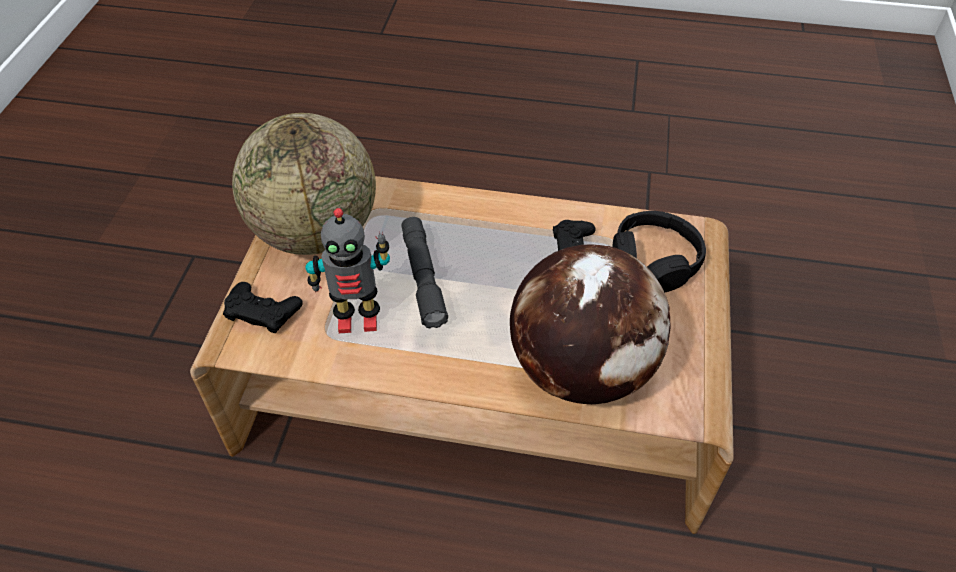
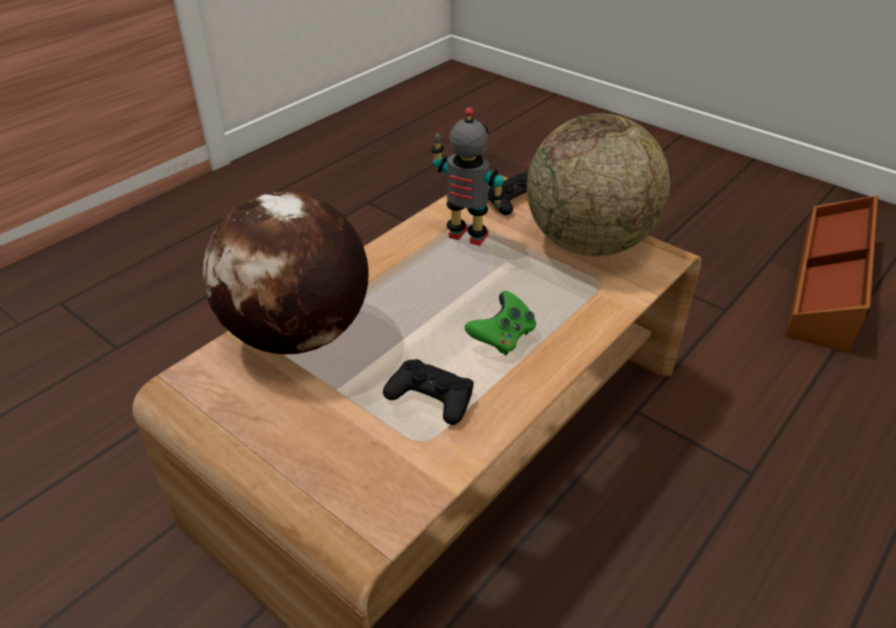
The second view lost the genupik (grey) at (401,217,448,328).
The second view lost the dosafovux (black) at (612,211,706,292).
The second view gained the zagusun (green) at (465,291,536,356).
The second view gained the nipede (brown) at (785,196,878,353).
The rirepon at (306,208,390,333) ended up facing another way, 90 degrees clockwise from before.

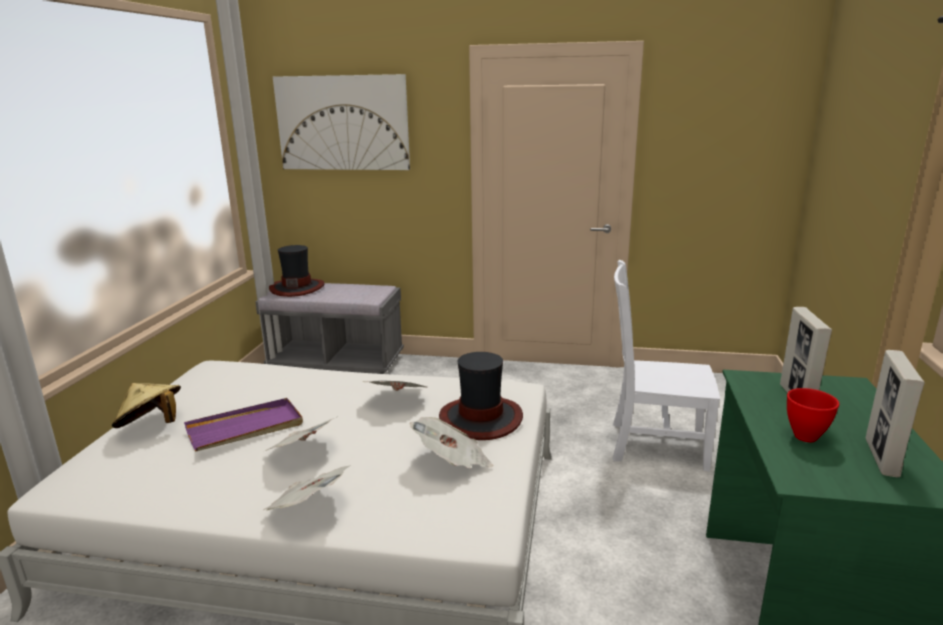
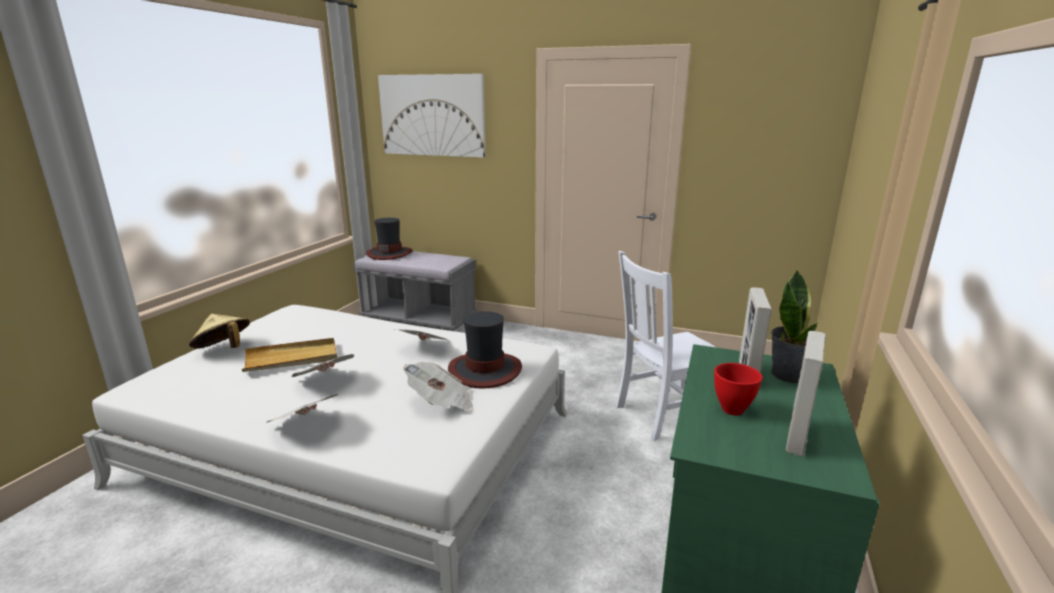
The second view gained the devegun at (771,269,818,383).
What was the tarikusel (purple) at (184,398,303,451) turned into the tarikusel (beige) at (242,338,337,372).
The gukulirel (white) at (612,260,720,472) ended up facing another way, 45 degrees counterclockwise from before.

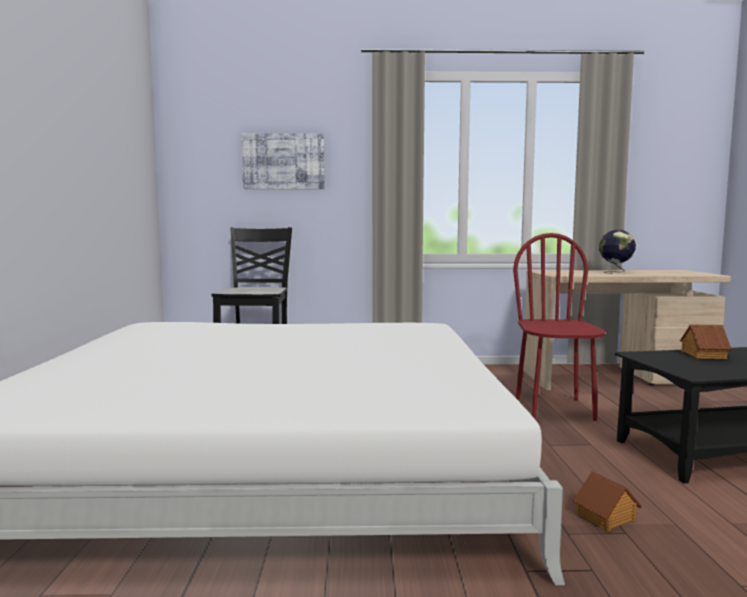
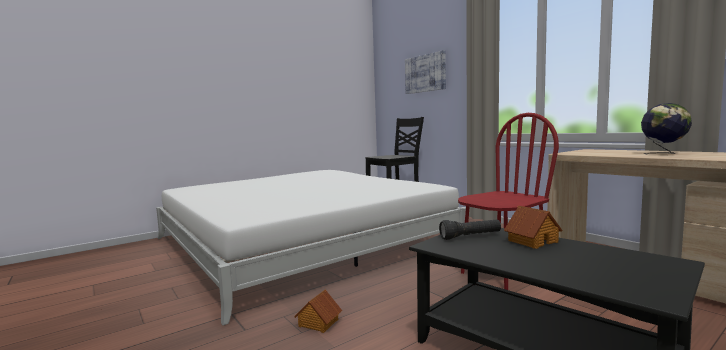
The second view gained the genupik (black) at (439,220,501,240).

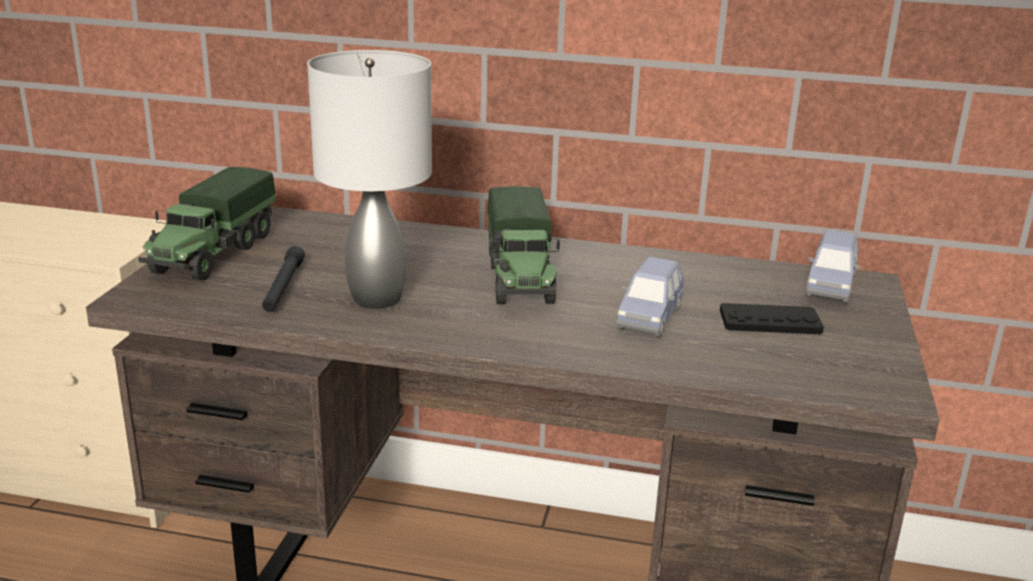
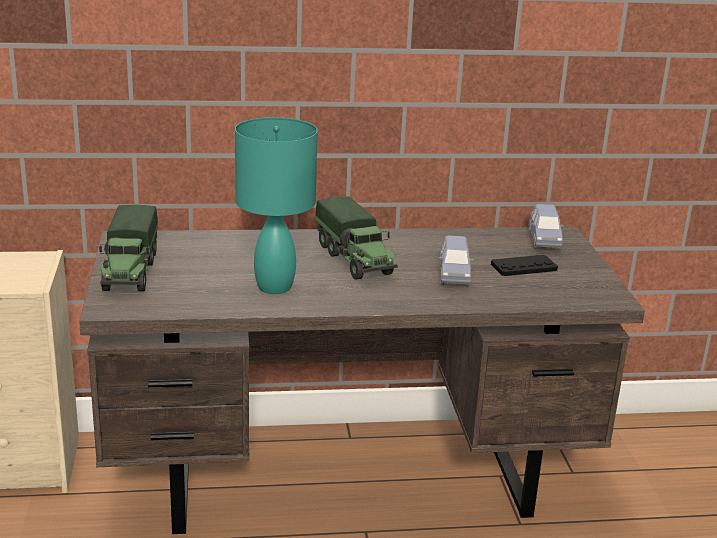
The second view lost the genupik (black) at (262,246,305,312).
What was the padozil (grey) at (307,50,432,309) turned into the padozil (turquoise) at (235,117,318,294).

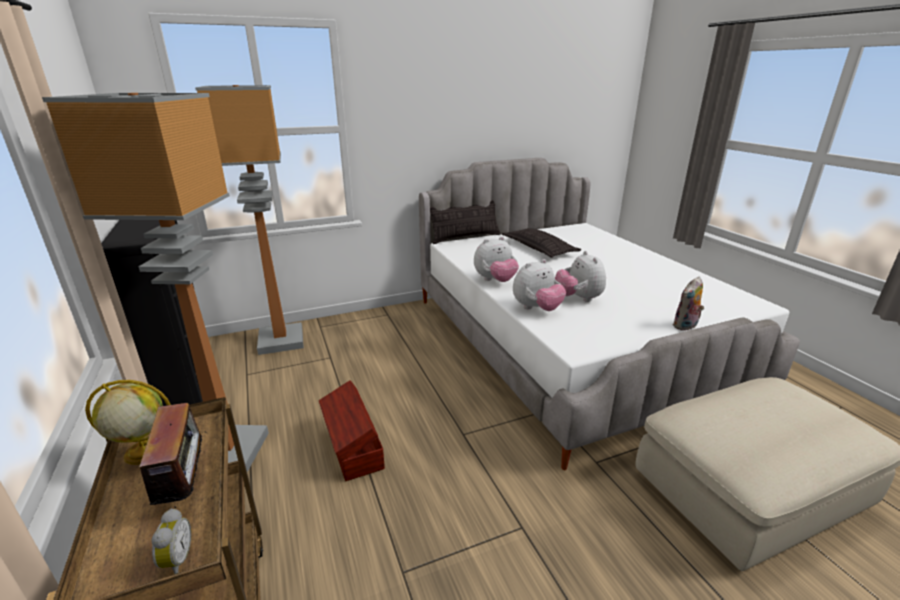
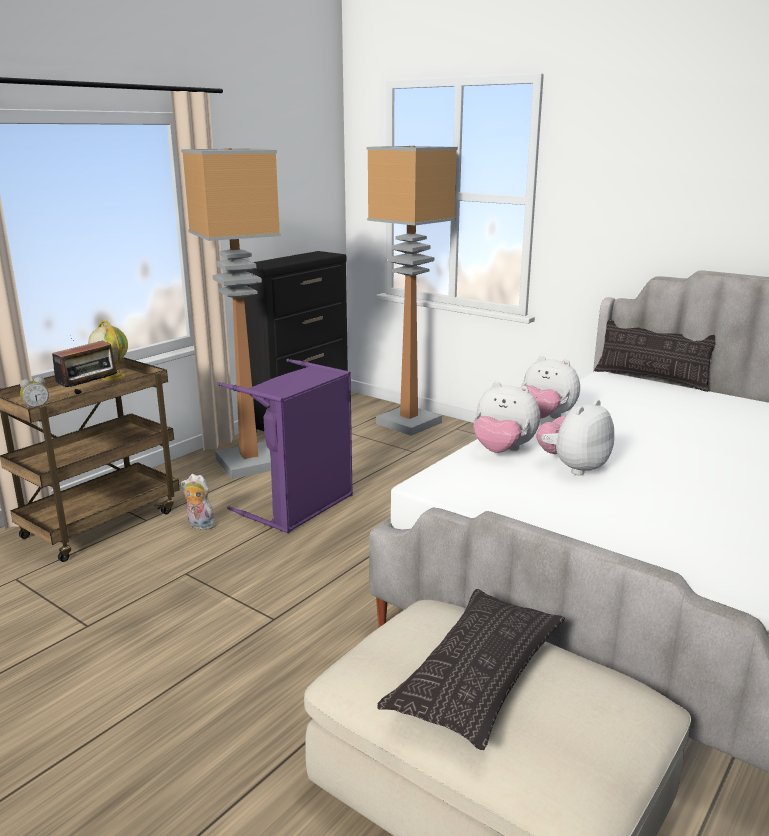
The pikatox ended up elsewhere, having gone from (502,228,582,258) to (377,589,565,750).
The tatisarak ended up elsewhere, having gone from (673,277,704,331) to (181,474,215,530).
Where the nipede (brown) stood at (319,380,385,481), the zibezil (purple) came to stand at (217,359,353,533).

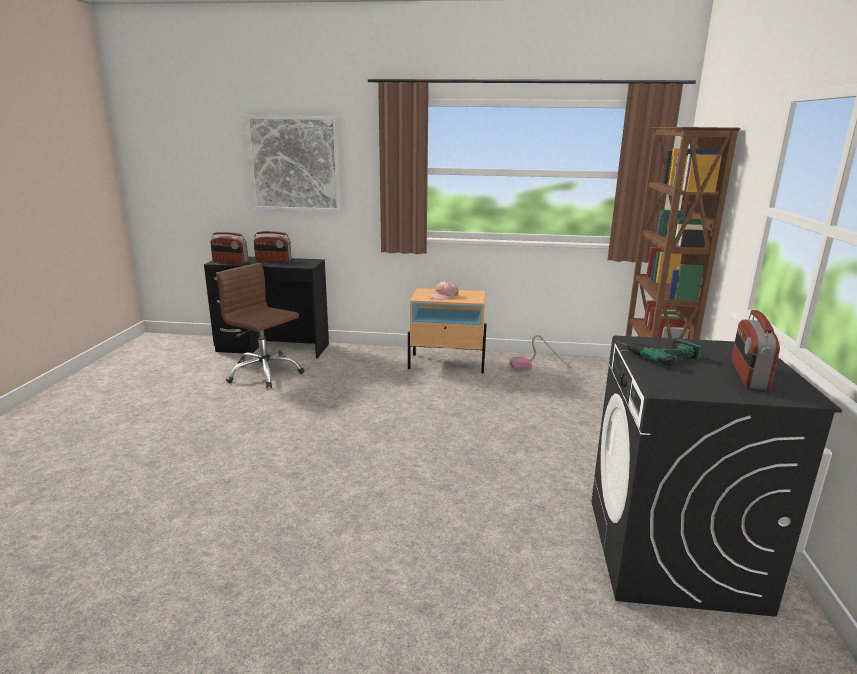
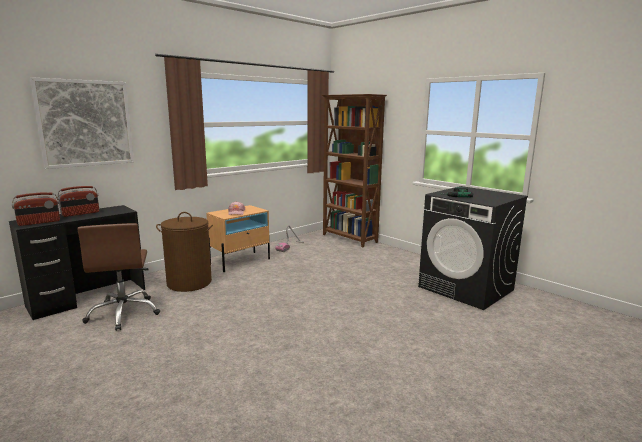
The second view lost the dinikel at (732,310,780,390).
The second view gained the zibezil (brown) at (156,212,213,292).
The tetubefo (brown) at (216,263,304,388) ended up facing another way, 90 degrees counterclockwise from before.

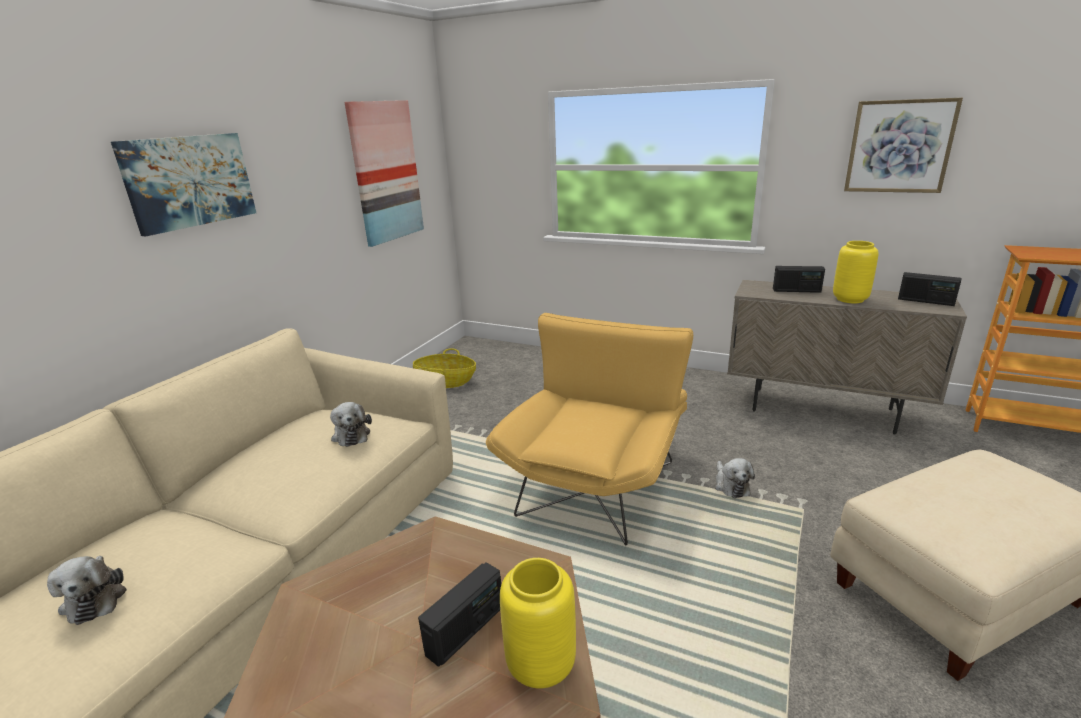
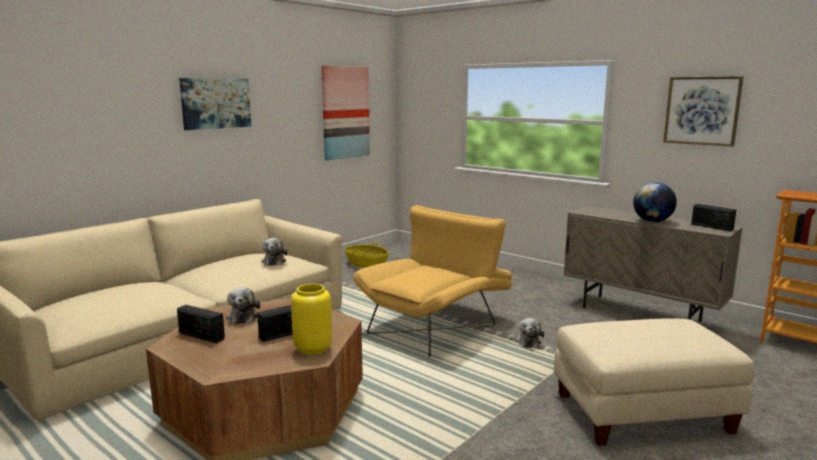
The tatisarak ended up elsewhere, having gone from (47,556,127,625) to (226,287,260,324).
The dinikel ended up elsewhere, having gone from (773,266,825,293) to (177,305,225,343).
Where the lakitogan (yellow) stood at (833,241,879,303), the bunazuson came to stand at (633,182,677,222).

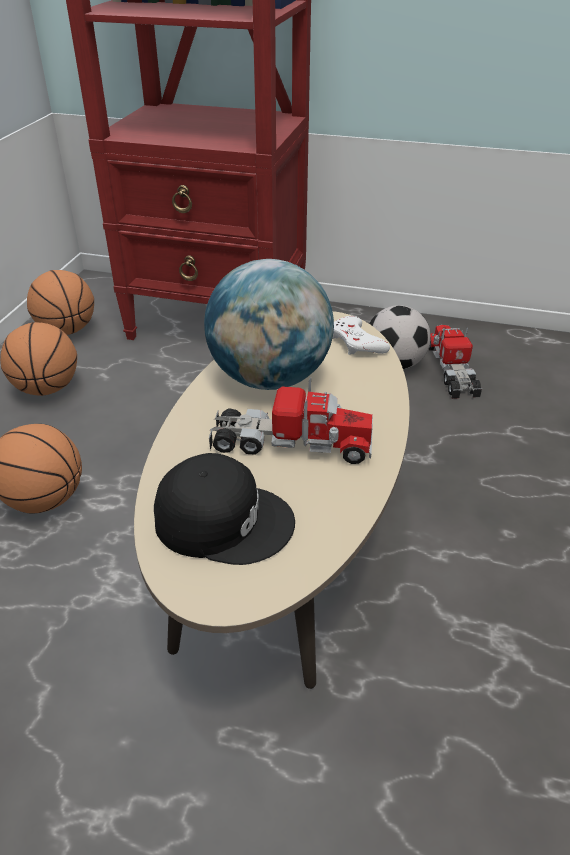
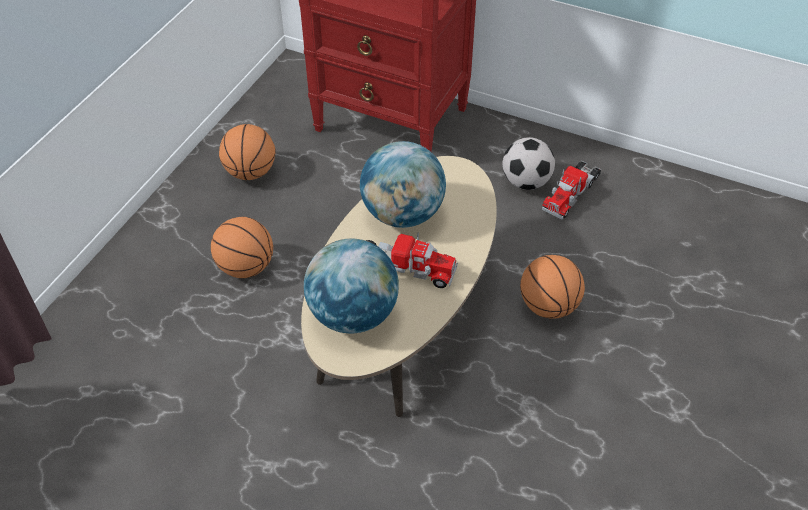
The second view lost the zagusun (white) at (332,316,390,355).
The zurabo ended up elsewhere, having gone from (27,270,94,335) to (520,255,585,319).
Where the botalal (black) stood at (154,453,295,565), the bunazuson came to stand at (304,238,399,334).
The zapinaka at (429,325,482,399) ended up facing another way, 150 degrees counterclockwise from before.

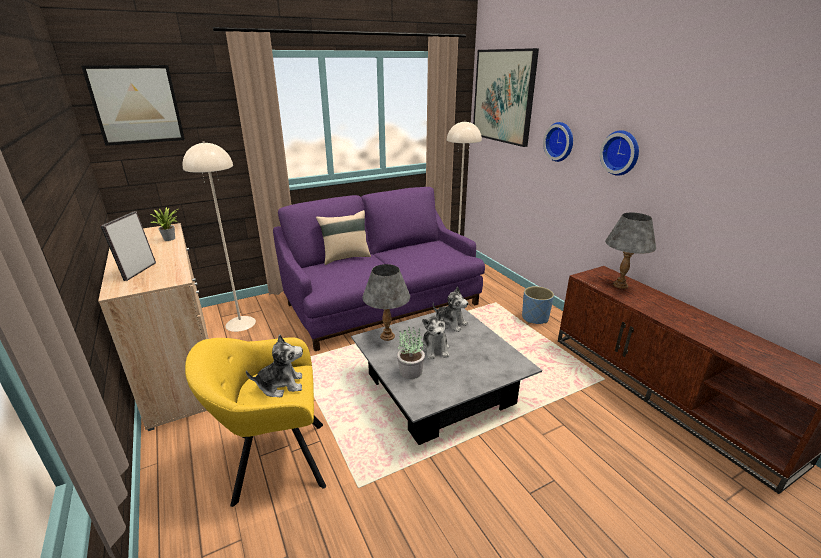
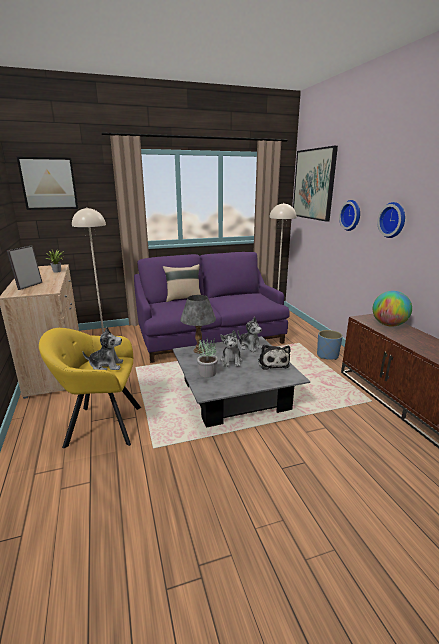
The second view gained the tatisarak at (258,345,290,370).
Where the padozil (grey) stood at (605,212,656,289), the bunazuson came to stand at (373,291,412,327).

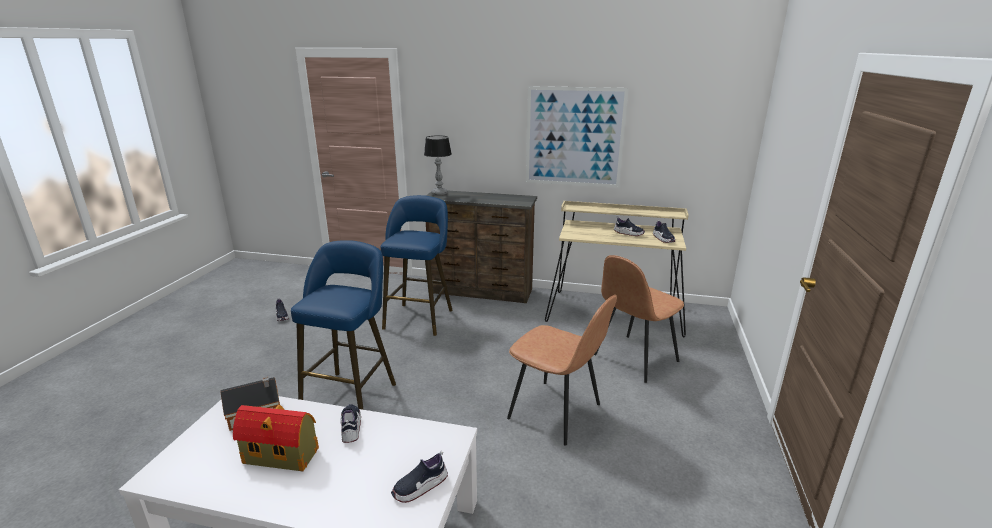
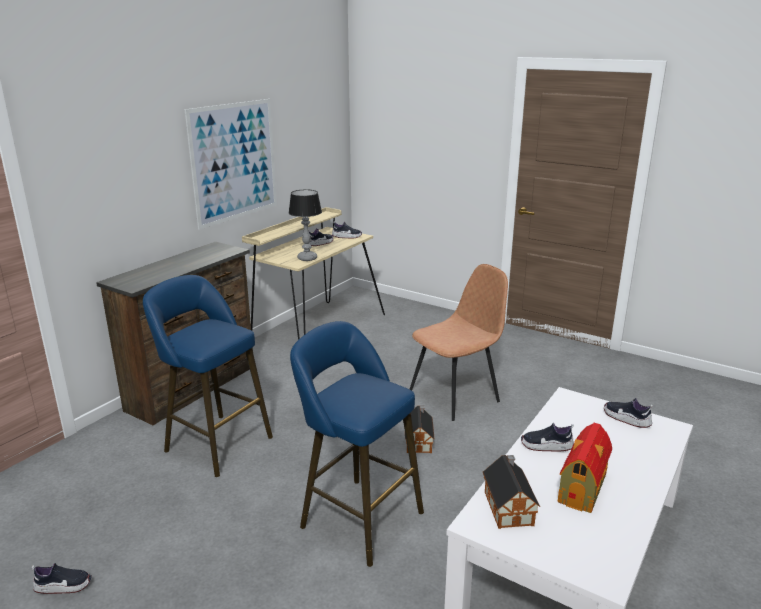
The second view lost the gukulirel (brown) at (594,255,684,383).
The second view gained the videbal at (405,406,435,453).
The padozil ended up elsewhere, having gone from (424,135,452,195) to (289,189,322,261).
The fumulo at (391,450,448,503) ended up facing another way, 150 degrees clockwise from before.

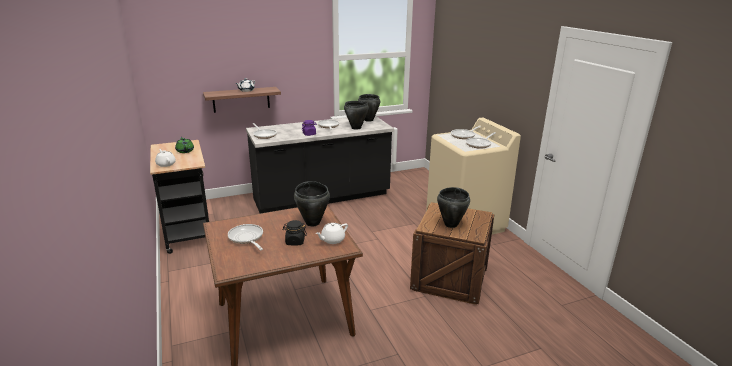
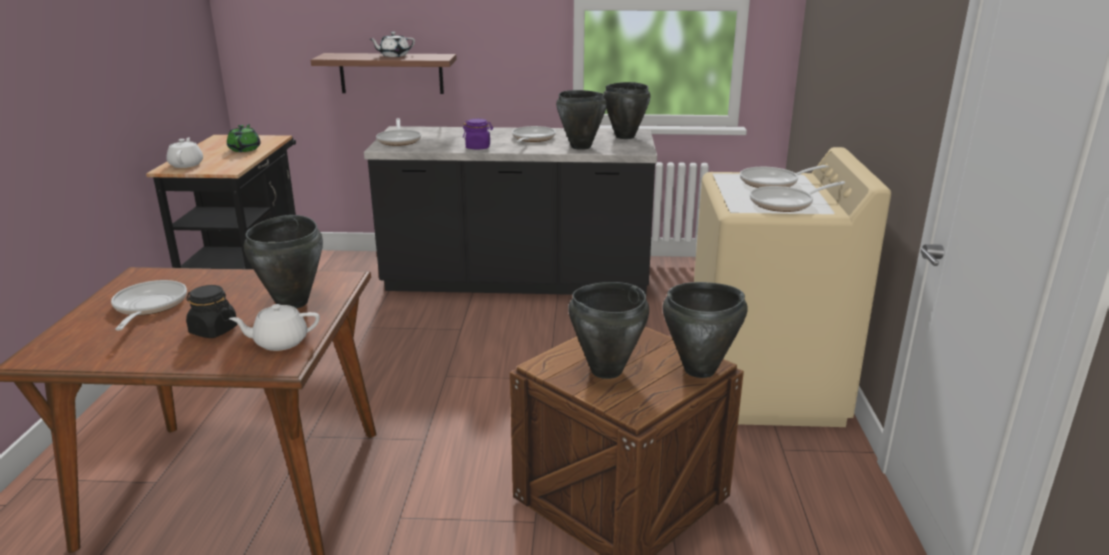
The second view gained the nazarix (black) at (663,282,748,378).

